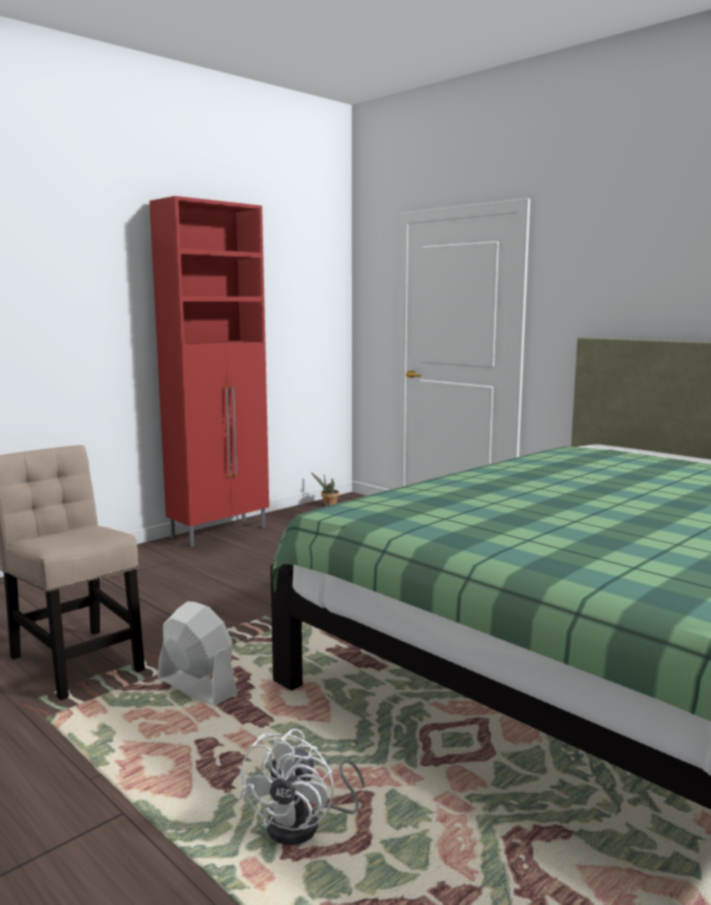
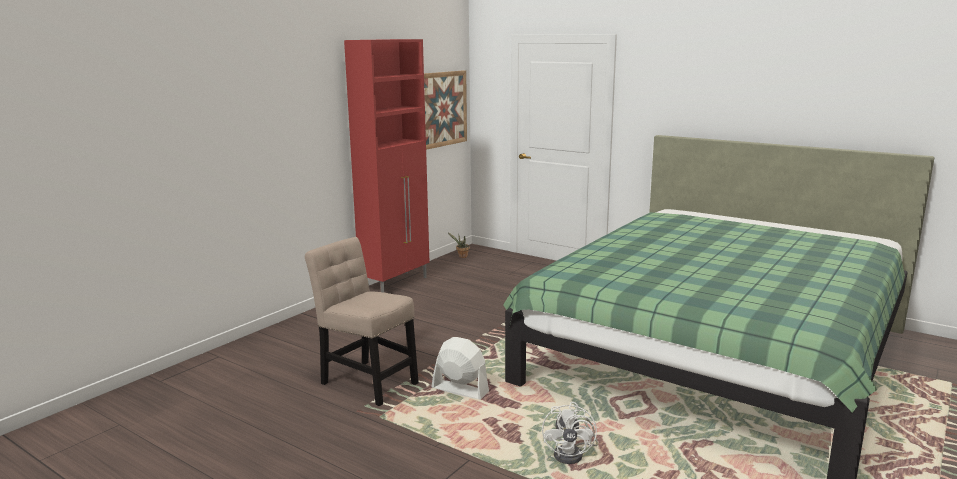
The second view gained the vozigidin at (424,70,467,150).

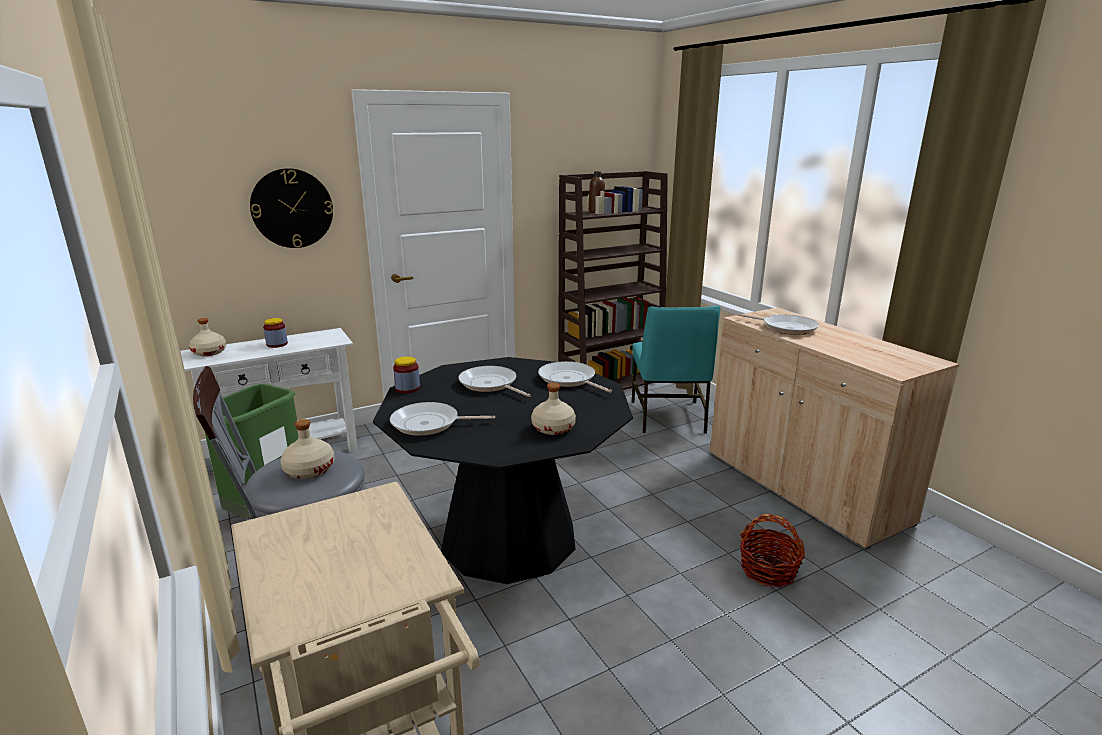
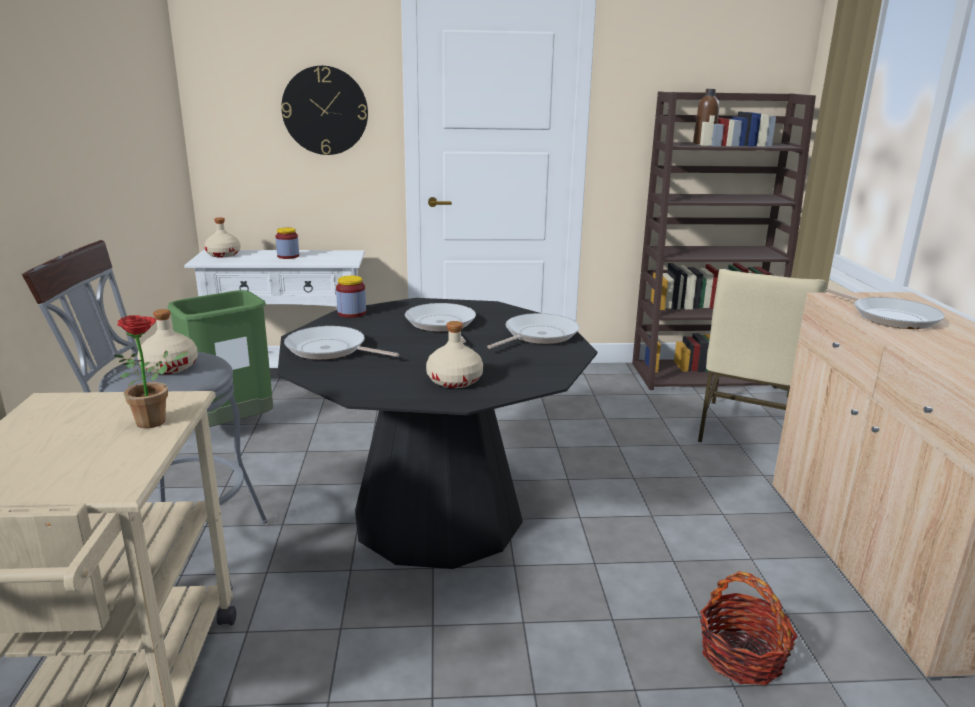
The second view gained the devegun at (114,315,188,428).
What was the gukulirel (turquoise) at (632,306,721,434) turned into the gukulirel (beige) at (698,269,827,442).
The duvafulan at (538,361,612,393) ended up facing another way, 60 degrees clockwise from before.

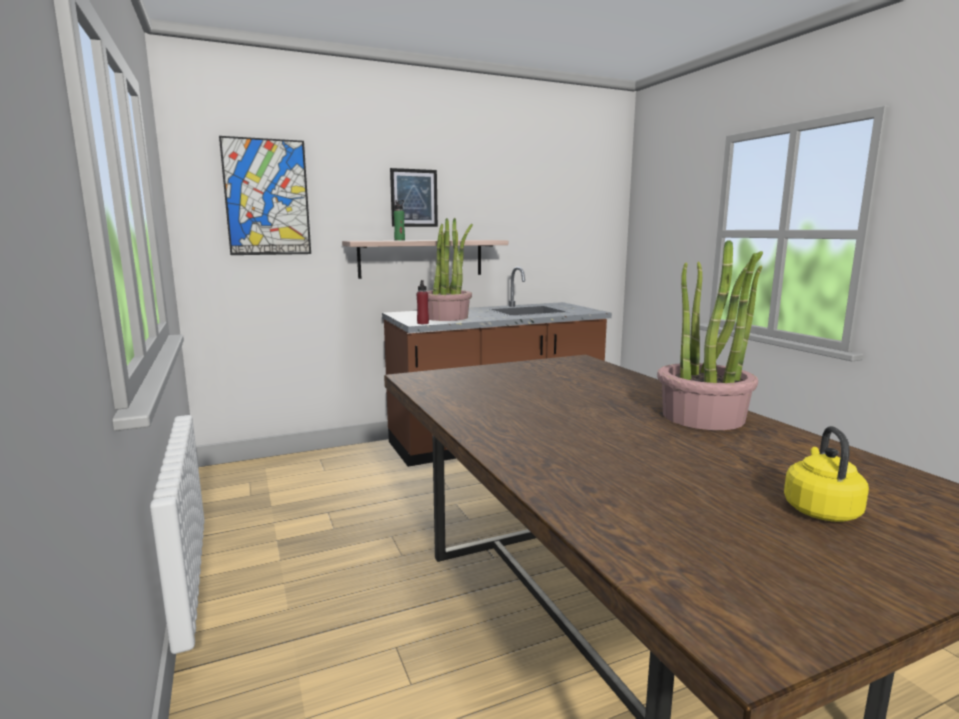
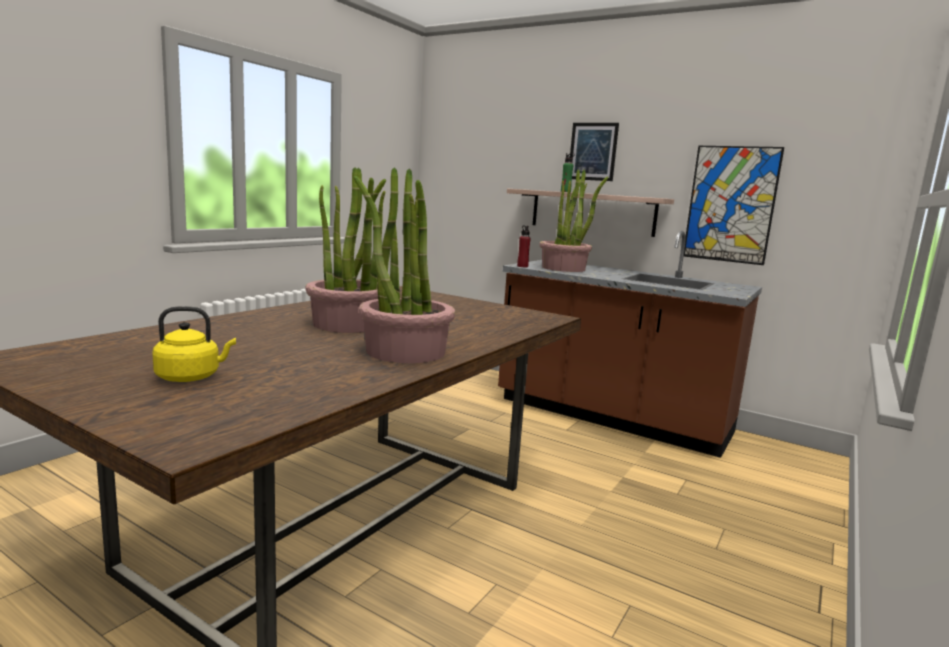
The second view gained the devegun at (306,167,386,333).
The vozigidin ended up elsewhere, having gone from (219,136,311,255) to (684,146,784,265).

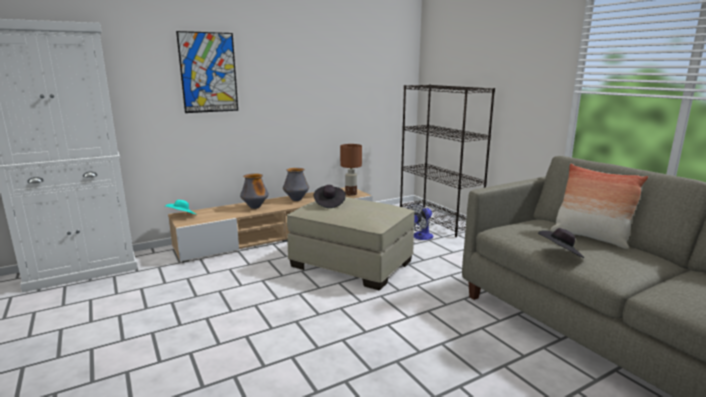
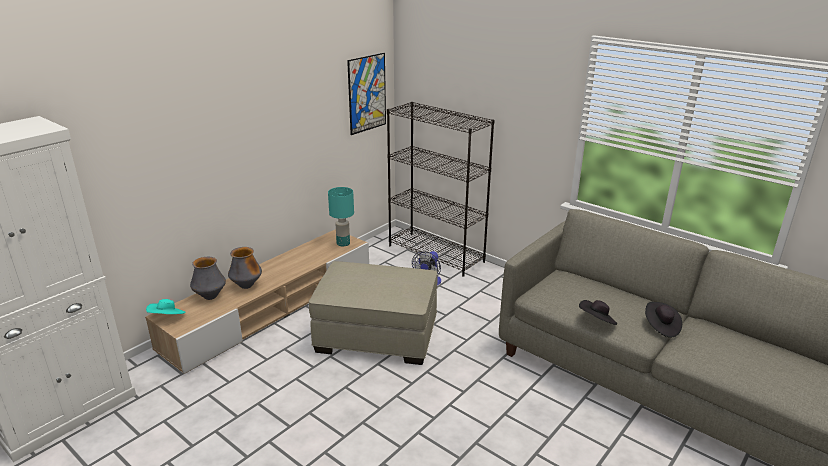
The second view lost the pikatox at (551,164,648,249).
The vozigidin ended up elsewhere, having gone from (176,31,238,113) to (347,53,386,135).
The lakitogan ended up elsewhere, having gone from (283,168,309,201) to (190,257,226,300).
The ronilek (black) ended up elsewhere, having gone from (314,185,346,208) to (645,302,682,338).
What was the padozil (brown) at (340,144,362,196) turned into the padozil (turquoise) at (328,187,354,246).

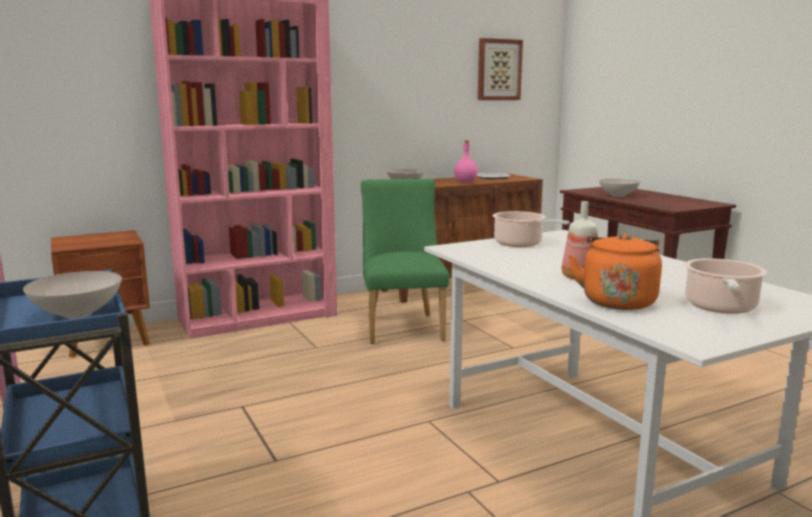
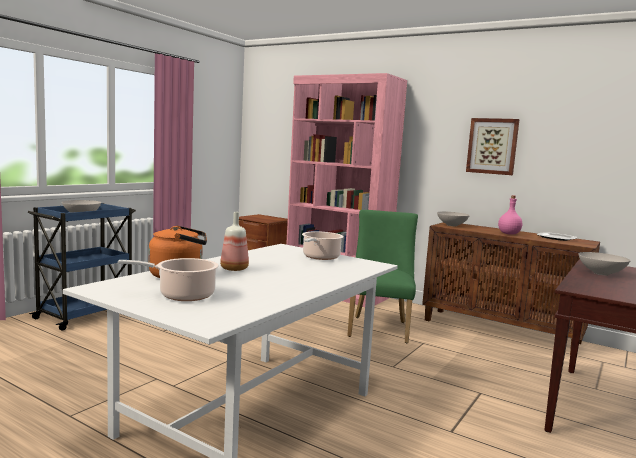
The vozigidin ended up elsewhere, having gone from (478,38,523,100) to (466,118,520,175).
The gukulirel (green) at (361,179,449,344) ended up facing another way, 45 degrees counterclockwise from before.

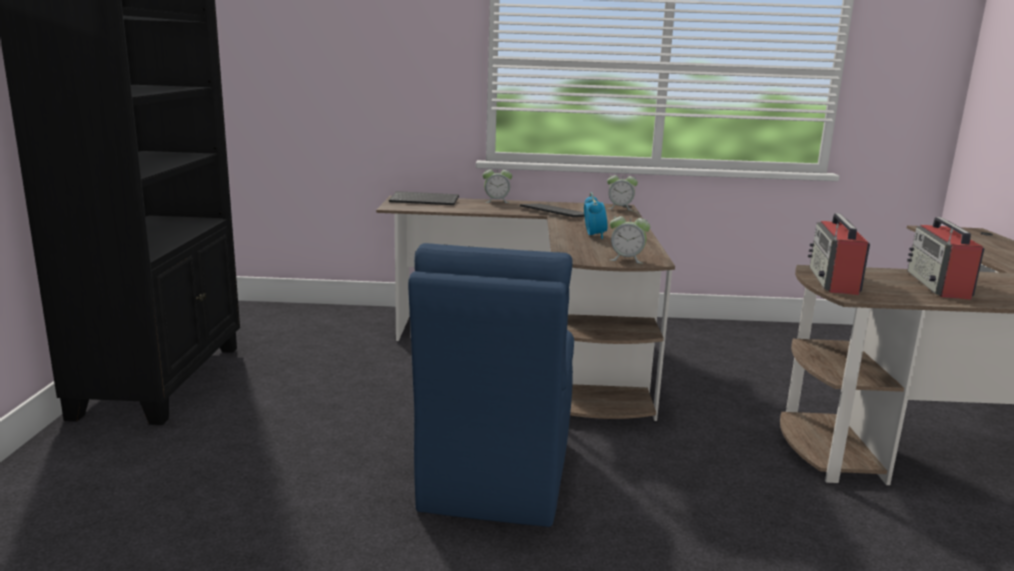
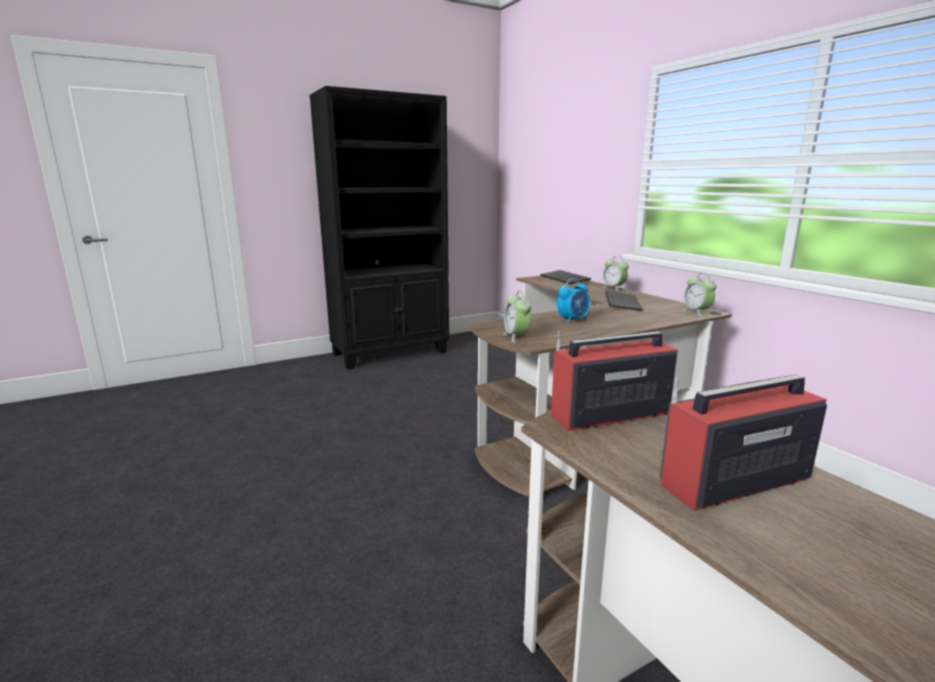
The second view lost the gukulirel (blue) at (408,243,574,527).

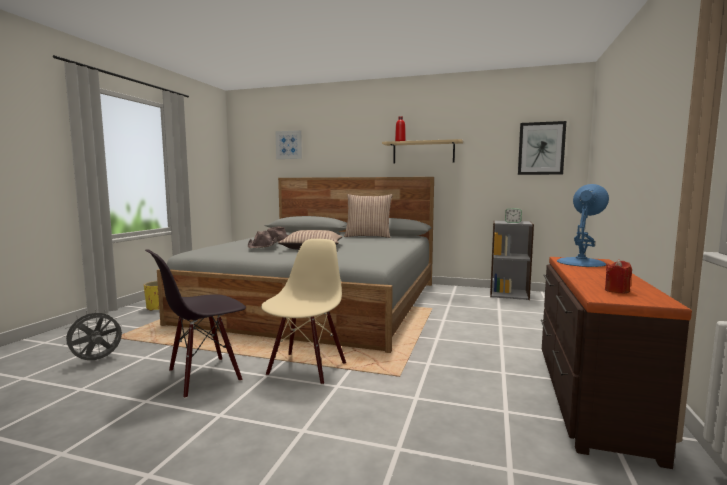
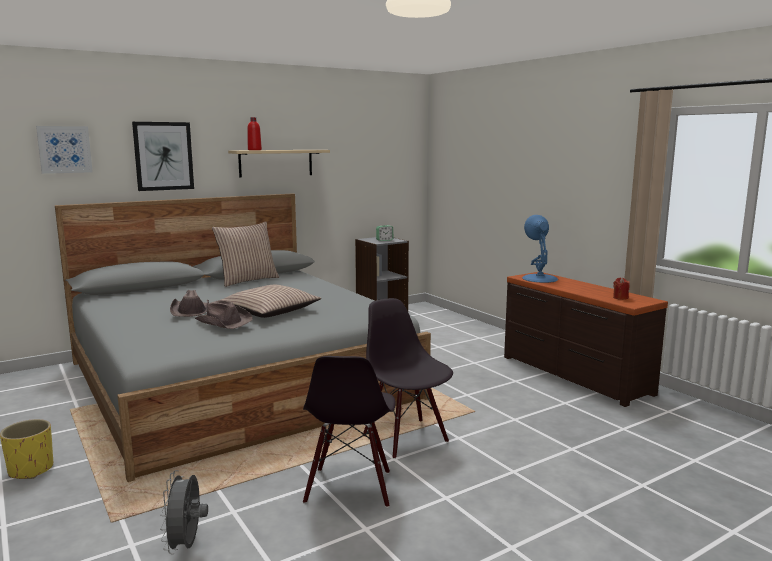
The vozigidin ended up elsewhere, having gone from (518,121,566,175) to (132,122,194,191).
What was the gukulirel (beige) at (261,239,346,385) turned into the gukulirel (black) at (363,298,453,459).

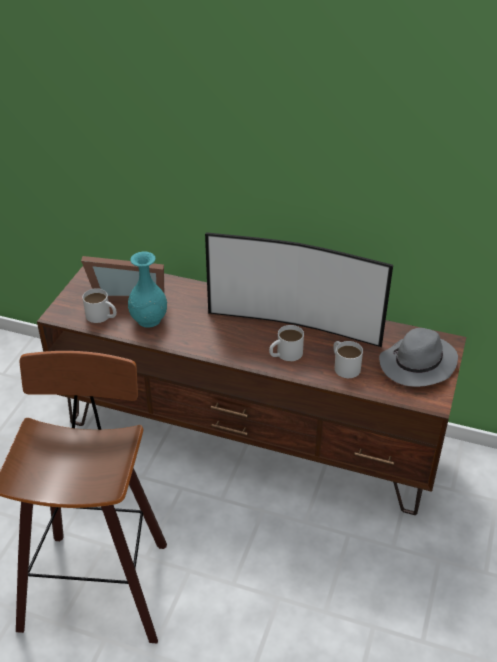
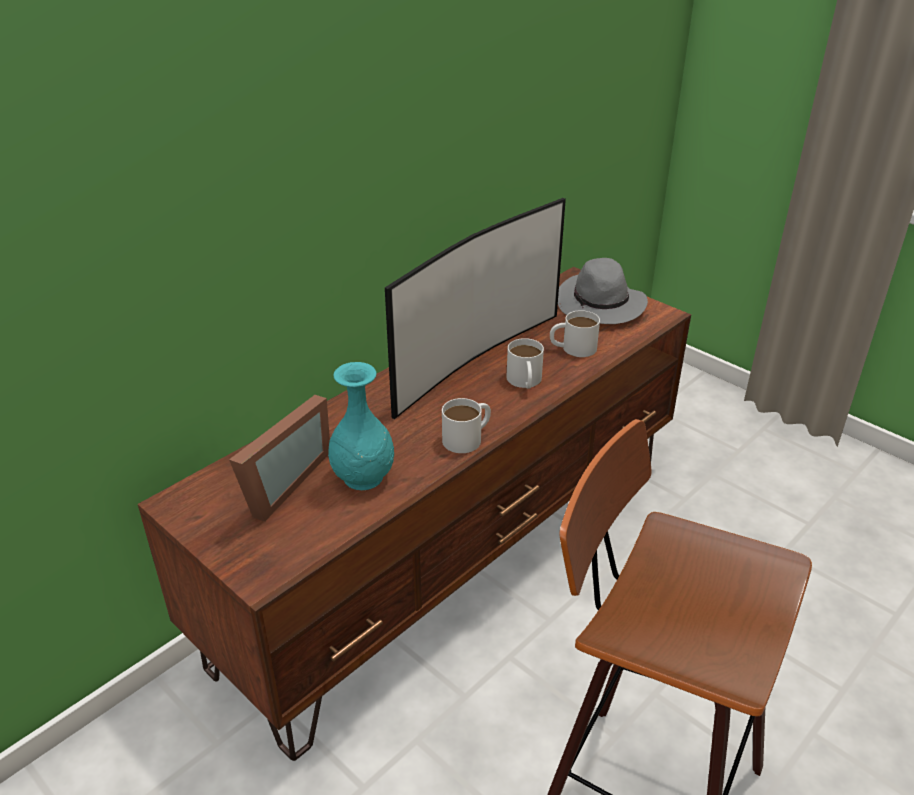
The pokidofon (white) ended up elsewhere, having gone from (82,288,117,323) to (442,398,491,453).

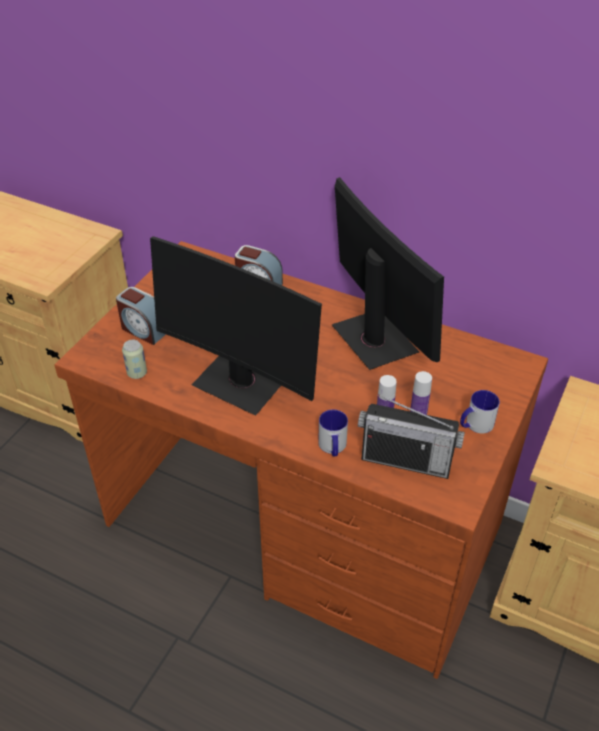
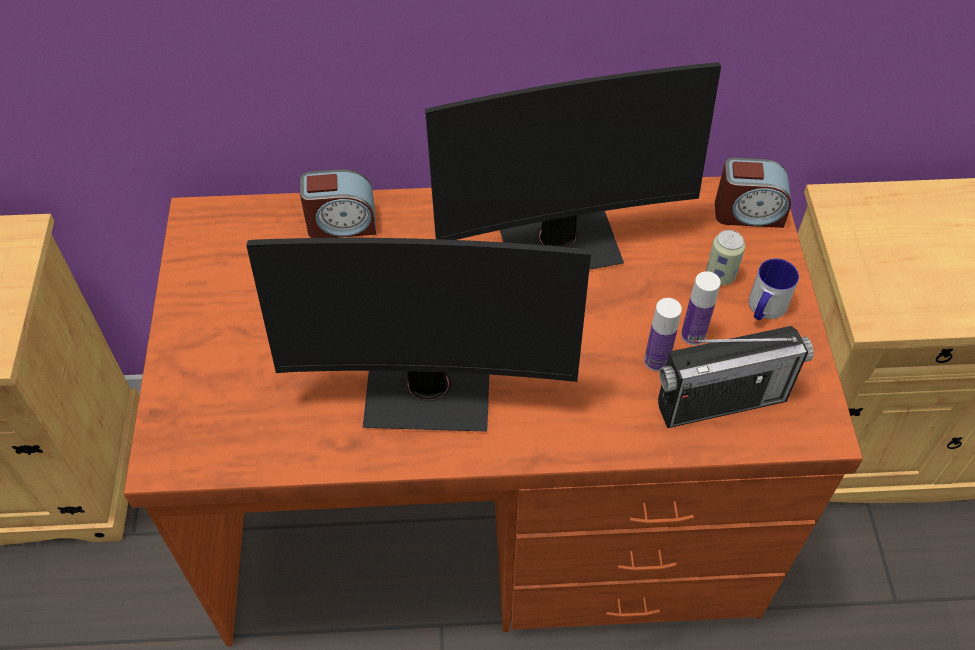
The second view lost the pokidofon at (318,409,348,456).
The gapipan ended up elsewhere, having gone from (116,287,166,345) to (715,157,791,228).
The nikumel ended up elsewhere, having gone from (122,340,147,379) to (706,230,745,285).
The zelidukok at (332,177,444,370) ended up facing another way, 135 degrees clockwise from before.

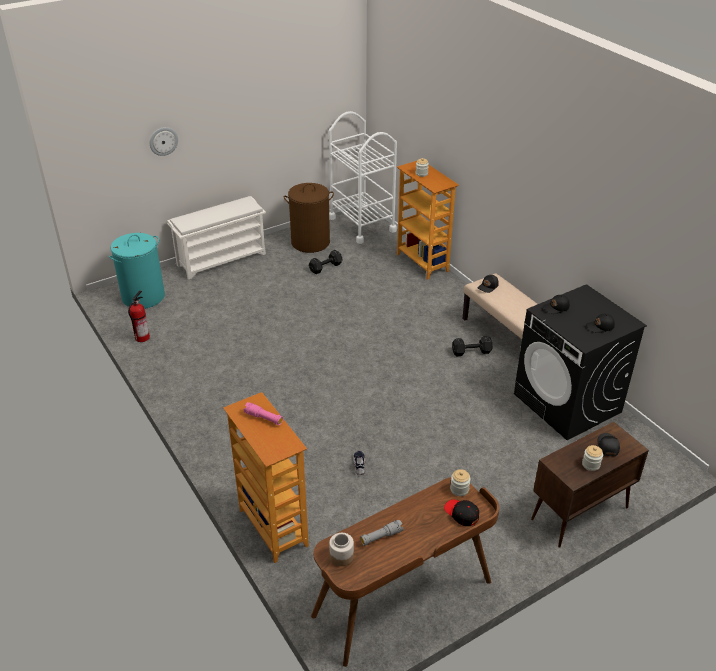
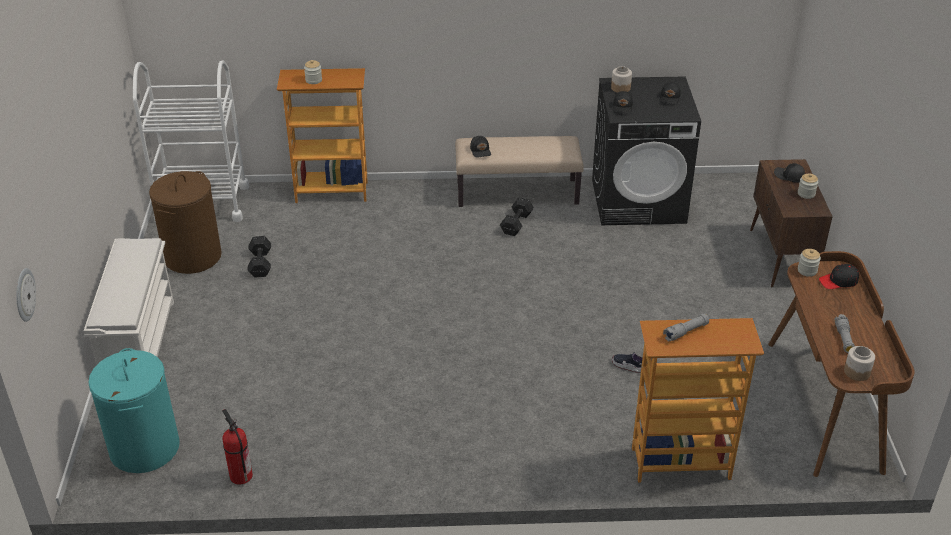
The second view gained the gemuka at (611,66,632,93).
The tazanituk ended up elsewhere, having gone from (150,127,178,156) to (16,268,36,322).
What was the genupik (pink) at (244,402,283,425) turned into the genupik (grey) at (663,314,709,341).

